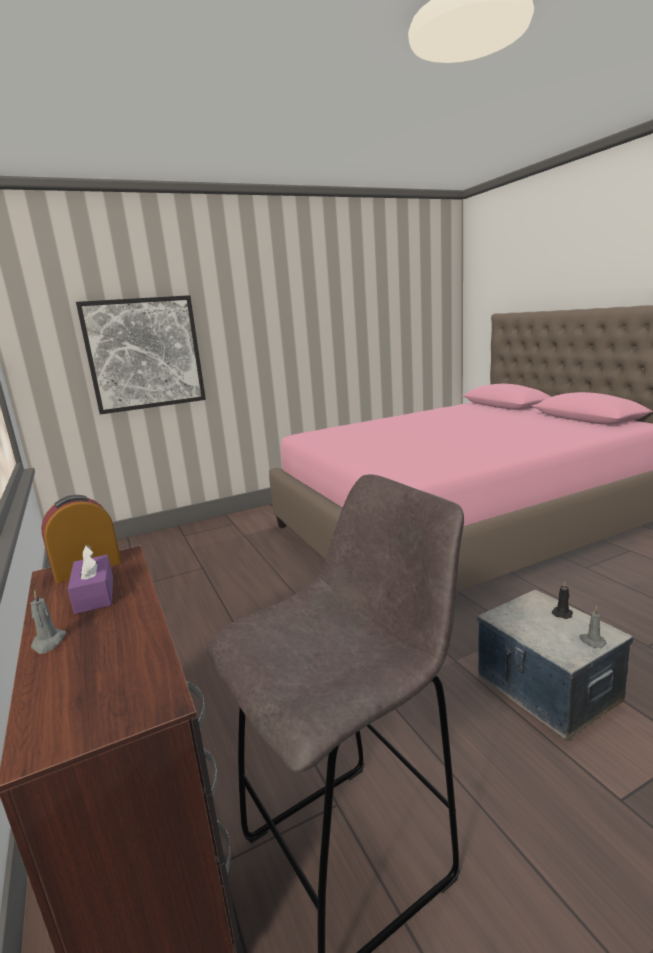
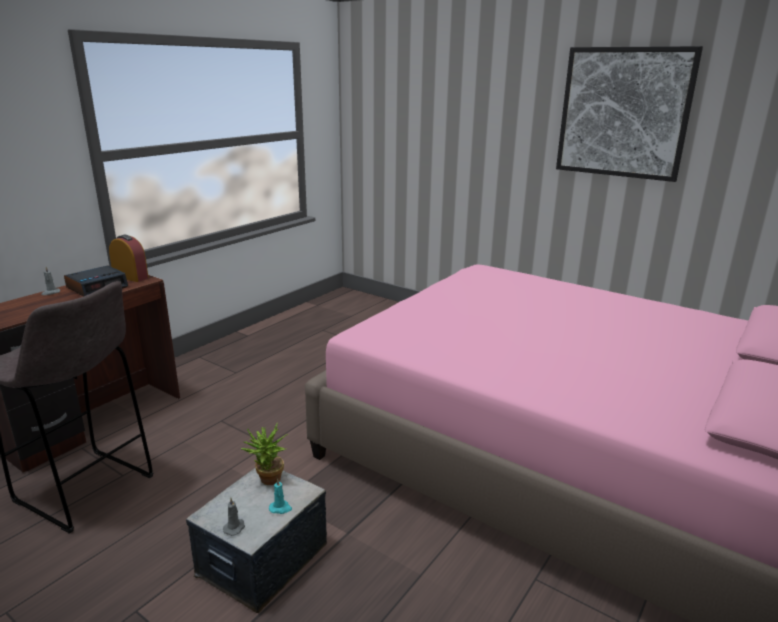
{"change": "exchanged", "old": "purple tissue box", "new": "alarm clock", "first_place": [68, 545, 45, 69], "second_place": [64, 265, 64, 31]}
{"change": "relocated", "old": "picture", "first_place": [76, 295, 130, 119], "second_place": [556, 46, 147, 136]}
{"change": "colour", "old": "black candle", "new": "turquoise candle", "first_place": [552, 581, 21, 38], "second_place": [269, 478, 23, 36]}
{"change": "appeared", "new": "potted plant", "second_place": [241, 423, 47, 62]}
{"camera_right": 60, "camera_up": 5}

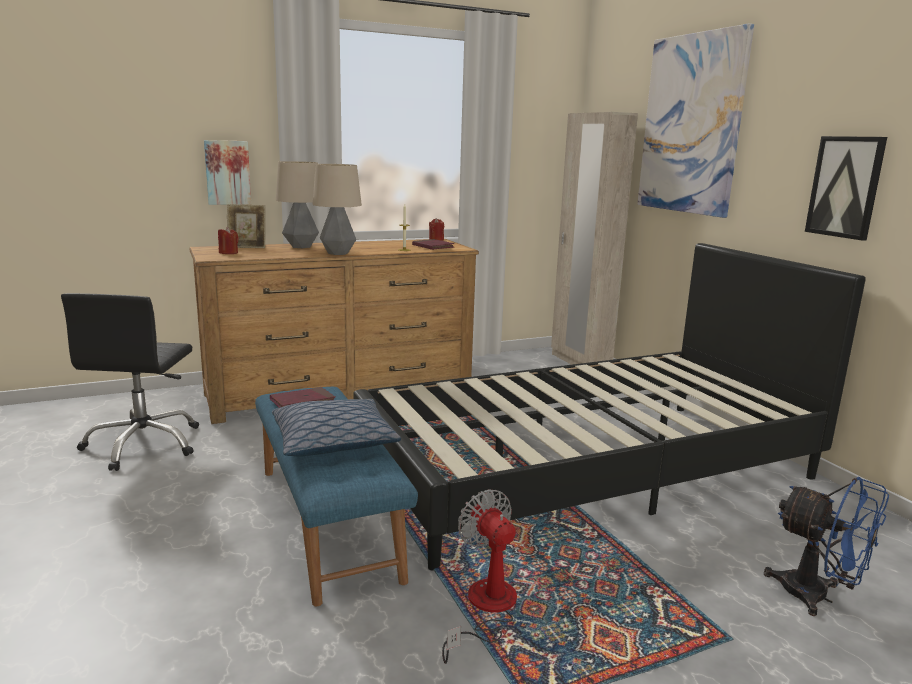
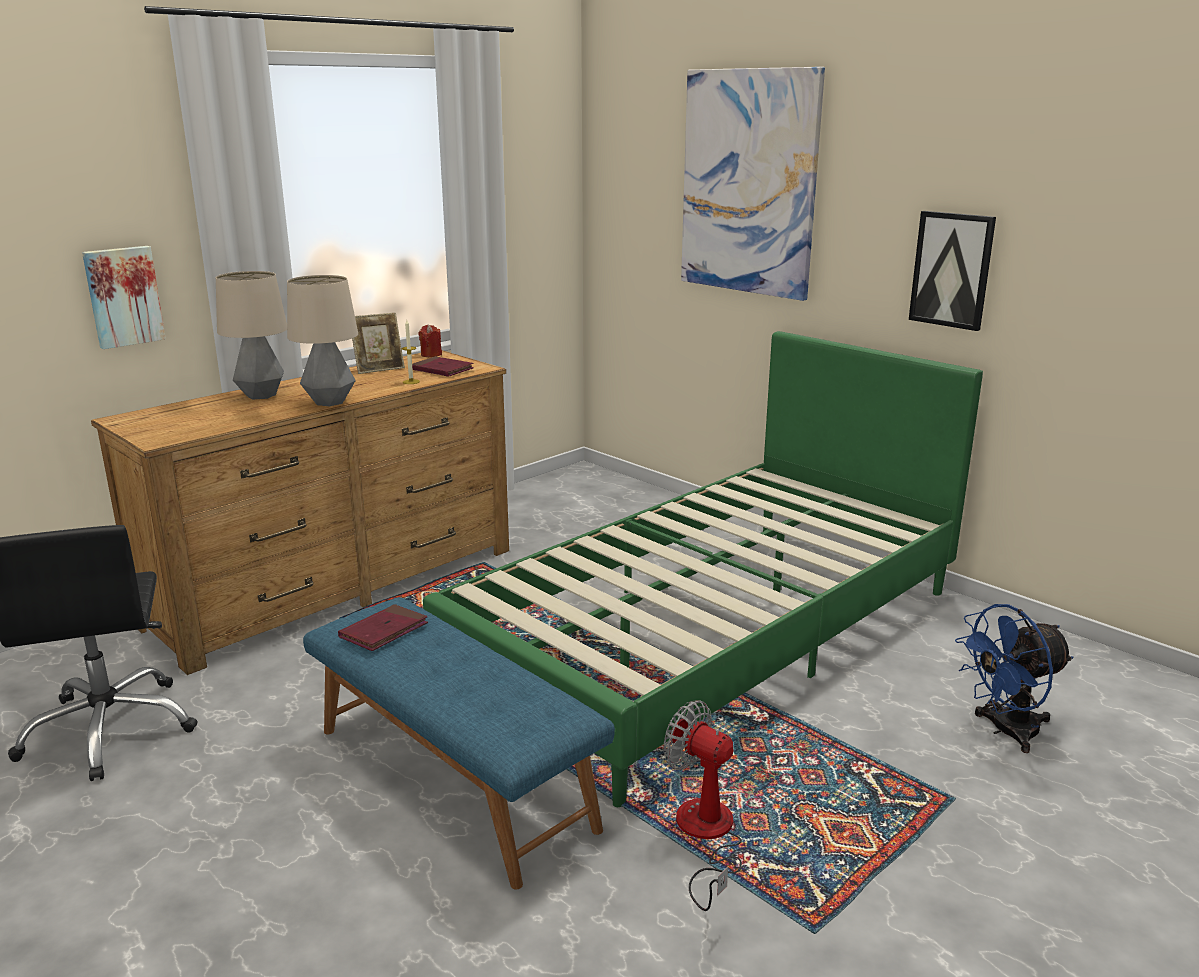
{"change": "missing", "old": "red candle", "first_place": [218, 227, 21, 27]}
{"change": "relocated", "old": "picture frame", "first_place": [227, 204, 38, 44], "second_place": [352, 313, 53, 61]}
{"change": "missing", "old": "pillow", "first_place": [272, 399, 129, 58]}
{"change": "colour", "old": "black bed", "new": "green bed", "first_place": [353, 243, 513, 327], "second_place": [423, 331, 560, 476]}
{"change": "missing", "old": "beige wardrobe", "first_place": [551, 112, 87, 253]}
{"change": "spun", "old": "blue fan", "first_place": [764, 477, 125, 139], "second_place": [955, 604, 119, 149], "degrees": 135}
{"camera_right": -20, "camera_up": 5}

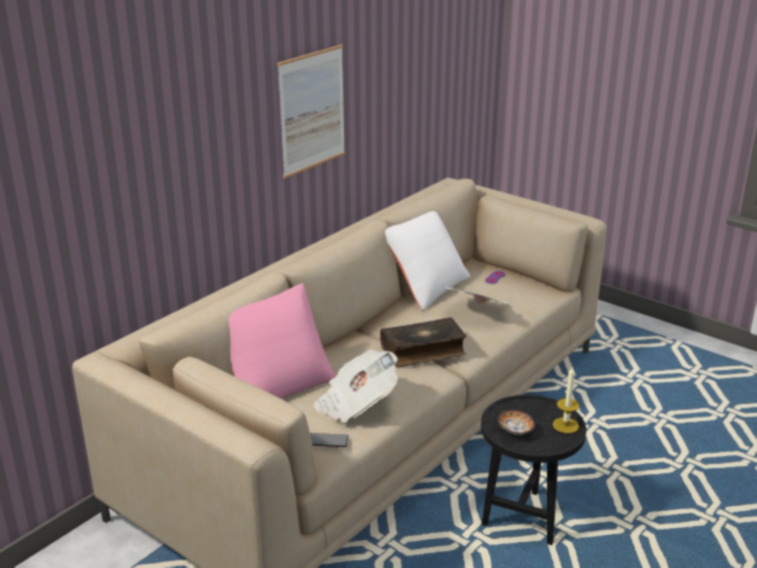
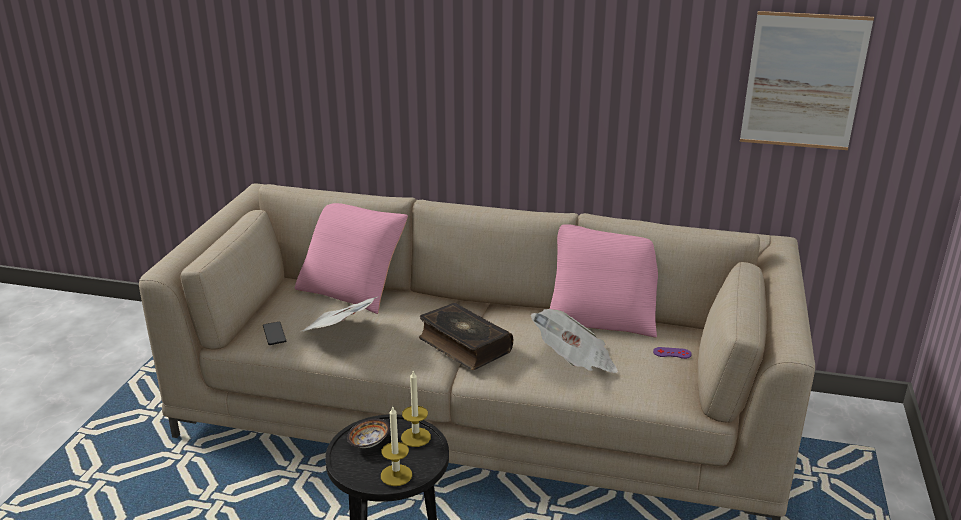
{"change": "relocated", "old": "picture", "first_place": [278, 45, 67, 134], "second_place": [740, 11, 134, 139]}
{"change": "colour", "old": "white pillow", "new": "pink pillow", "first_place": [385, 211, 86, 100], "second_place": [550, 224, 108, 113]}
{"change": "appeared", "new": "candle", "second_place": [401, 371, 30, 76]}
{"camera_right": 65, "camera_up": 0}

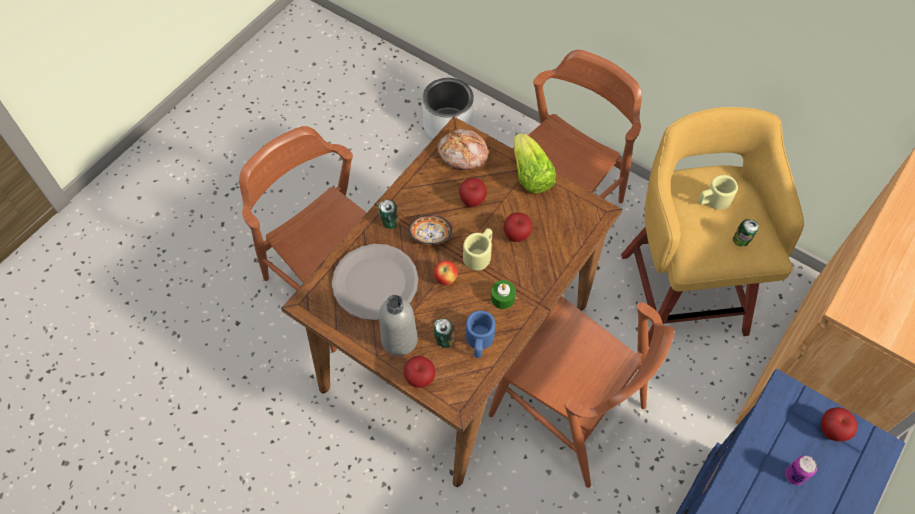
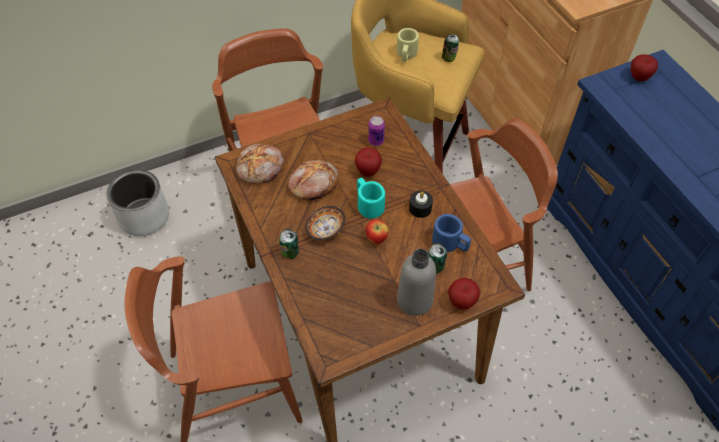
{"change": "missing", "old": "grey plate", "first_place": [332, 244, 86, 76]}
{"change": "exchanged", "old": "apple", "new": "bread", "first_place": [459, 178, 28, 30], "second_place": [287, 160, 51, 40]}
{"change": "colour", "old": "beige mug", "new": "turquoise mug", "first_place": [463, 228, 29, 43], "second_place": [357, 178, 28, 41]}
{"change": "colour", "old": "green candle", "new": "black candle", "first_place": [491, 280, 25, 29], "second_place": [409, 191, 24, 27]}
{"change": "missing", "old": "lettuce", "first_place": [513, 133, 43, 61]}
{"change": "relocated", "old": "can", "first_place": [785, 455, 32, 30], "second_place": [368, 116, 17, 30]}
{"camera_right": -60, "camera_up": -5}

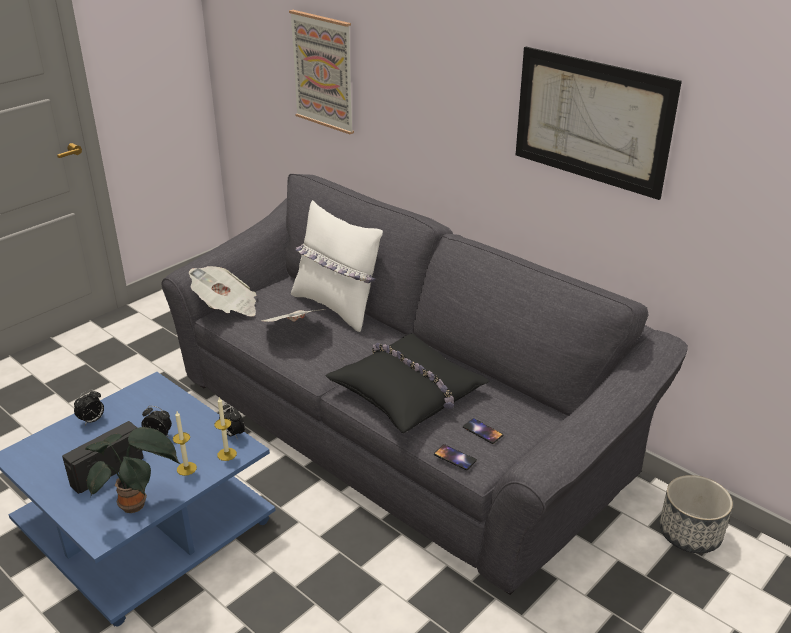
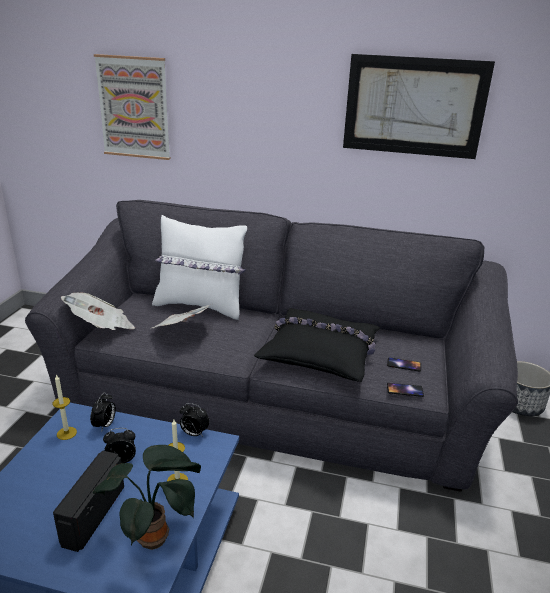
{"change": "relocated", "old": "alarm clock", "first_place": [74, 389, 30, 36], "second_place": [90, 392, 26, 38]}
{"change": "relocated", "old": "candle", "first_place": [214, 397, 23, 64], "second_place": [53, 374, 24, 66]}
{"camera_right": -30, "camera_up": -5}

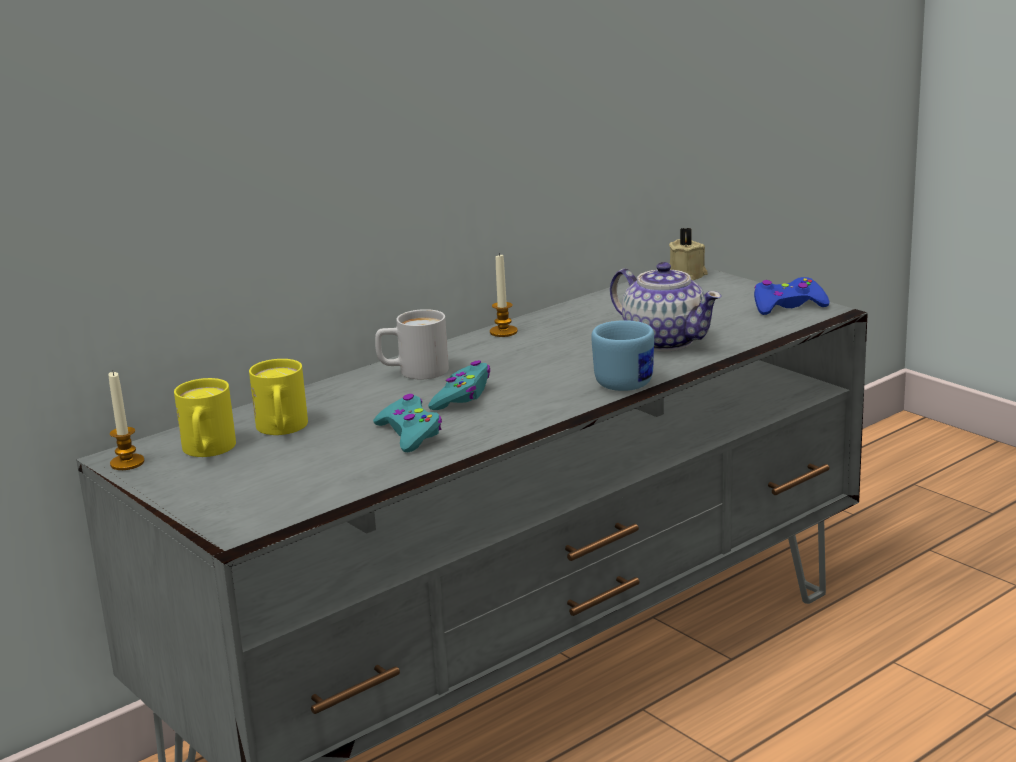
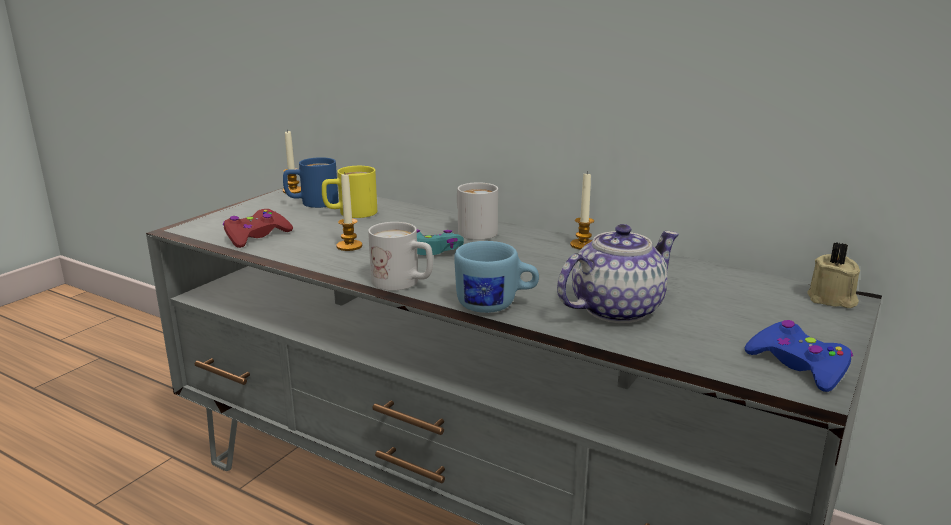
{"change": "colour", "old": "yellow mug", "new": "blue mug", "first_place": [174, 378, 62, 79], "second_place": [283, 157, 55, 51]}
{"change": "exchanged", "old": "turquoise game controller", "new": "candle", "first_place": [373, 394, 69, 58], "second_place": [336, 172, 26, 79]}
{"change": "spun", "old": "teapot", "first_place": [610, 262, 112, 90], "second_place": [557, 224, 122, 99], "degrees": -150}
{"change": "appeared", "new": "red game controller", "second_place": [223, 209, 70, 39]}
{"change": "appeared", "new": "white mug", "second_place": [368, 222, 65, 69]}
{"camera_right": 70, "camera_up": 0}

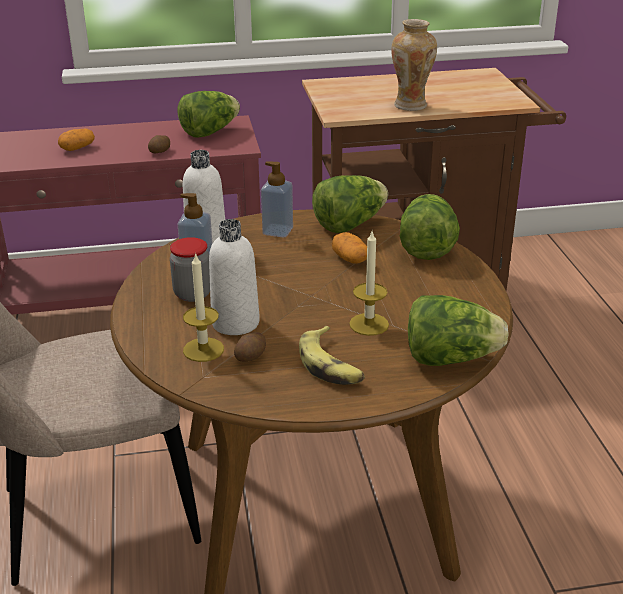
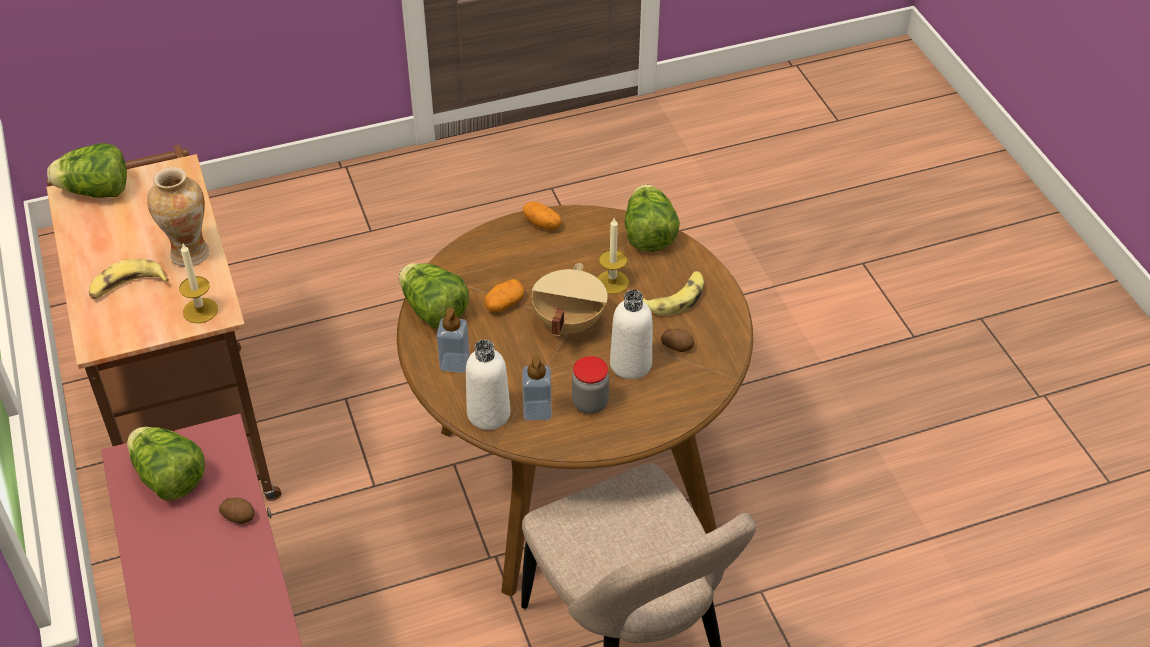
{"change": "relocated", "old": "potato", "first_place": [58, 129, 37, 22], "second_place": [523, 202, 39, 28]}
{"change": "relocated", "old": "candle", "first_place": [183, 252, 41, 110], "second_place": [179, 244, 39, 79]}
{"change": "relocated", "old": "lettuce", "first_place": [400, 194, 60, 66], "second_place": [47, 143, 80, 55]}
{"change": "appeared", "new": "banana", "second_place": [89, 259, 80, 40]}
{"change": "appeared", "new": "beige cooking pot", "second_place": [531, 263, 77, 73]}
{"camera_right": -100, "camera_up": 15}

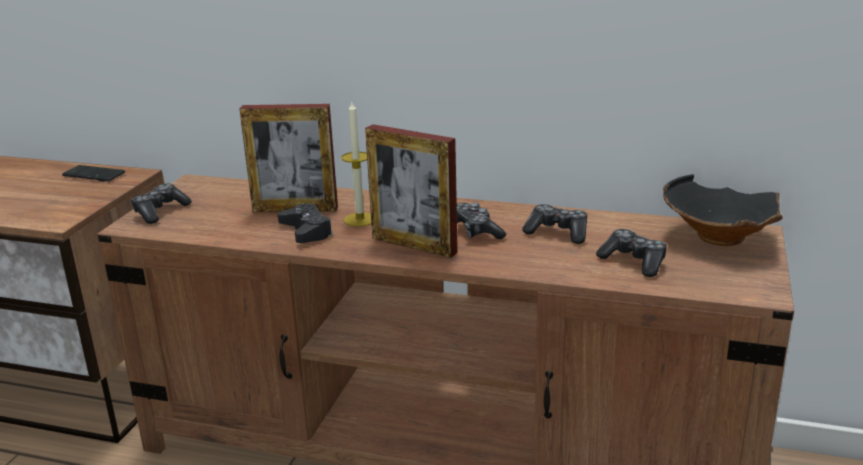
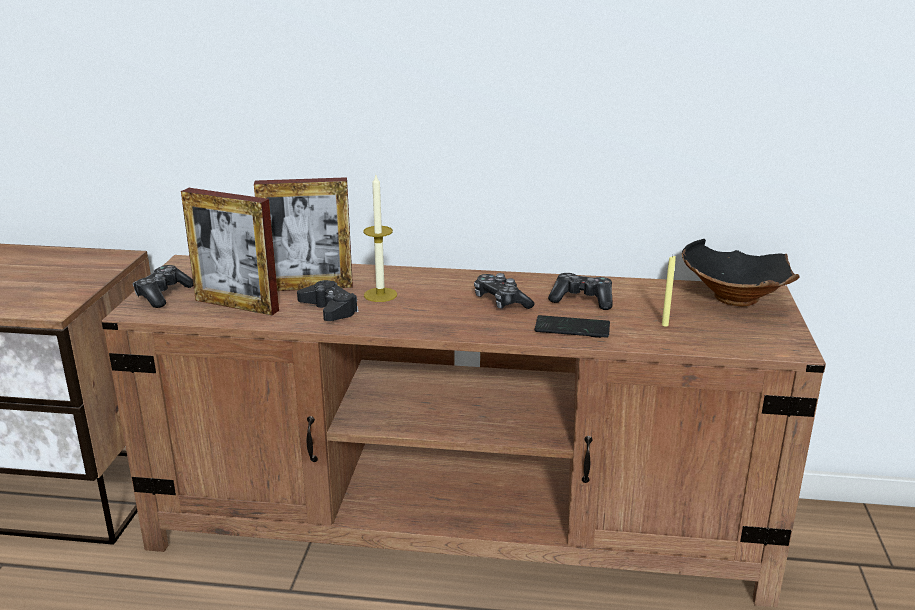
{"change": "relocated", "old": "phone", "first_place": [62, 165, 63, 17], "second_place": [535, 315, 75, 23]}
{"change": "relocated", "old": "picture frame", "first_place": [365, 124, 93, 134], "second_place": [181, 188, 98, 127]}
{"change": "exchanged", "old": "game controller", "new": "yellow candle", "first_place": [596, 229, 71, 48], "second_place": [662, 255, 14, 72]}
{"camera_right": -10, "camera_up": 0}

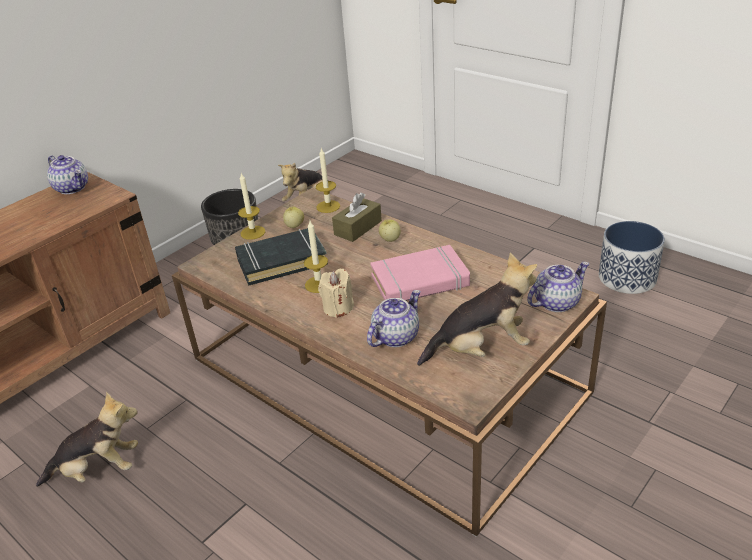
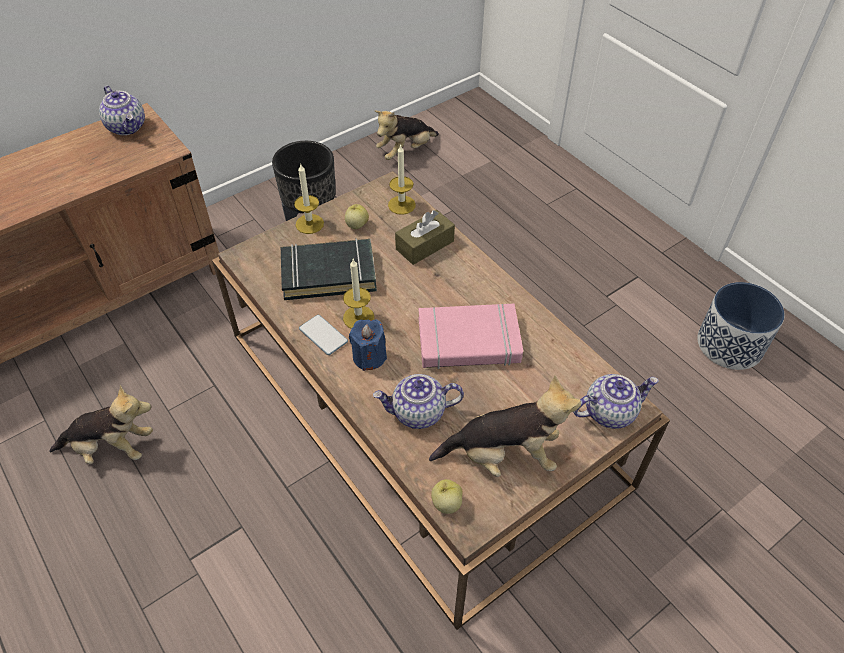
{"change": "colour", "old": "beige candle", "new": "blue candle", "first_place": [318, 268, 36, 50], "second_place": [349, 319, 38, 52]}
{"change": "spun", "old": "teapot", "first_place": [367, 290, 53, 57], "second_place": [373, 374, 91, 55], "degrees": -150}
{"change": "relocated", "old": "apple", "first_place": [379, 219, 22, 23], "second_place": [431, 479, 31, 35]}
{"change": "appeared", "new": "phone", "second_place": [299, 315, 49, 40]}
{"camera_right": 10, "camera_up": 15}

